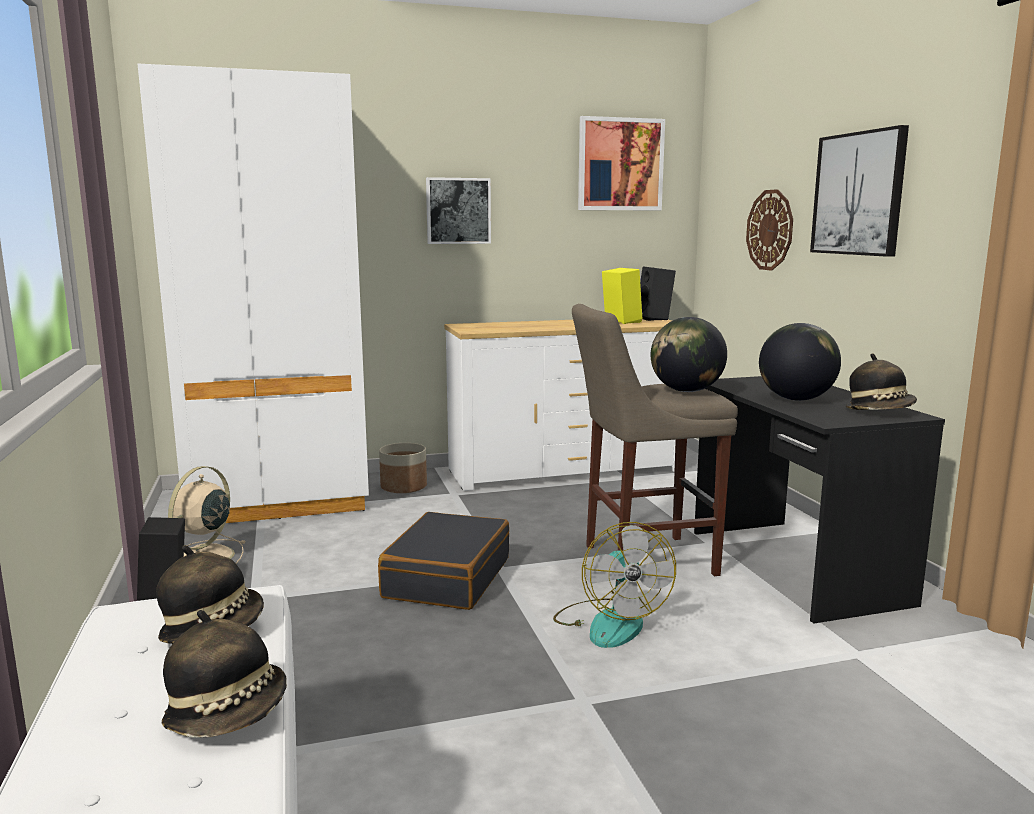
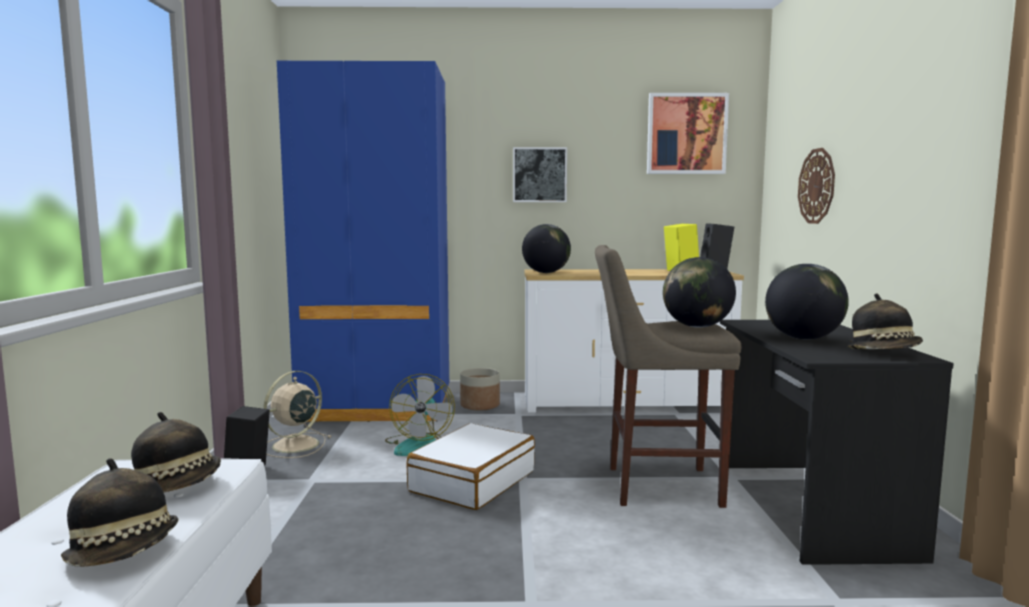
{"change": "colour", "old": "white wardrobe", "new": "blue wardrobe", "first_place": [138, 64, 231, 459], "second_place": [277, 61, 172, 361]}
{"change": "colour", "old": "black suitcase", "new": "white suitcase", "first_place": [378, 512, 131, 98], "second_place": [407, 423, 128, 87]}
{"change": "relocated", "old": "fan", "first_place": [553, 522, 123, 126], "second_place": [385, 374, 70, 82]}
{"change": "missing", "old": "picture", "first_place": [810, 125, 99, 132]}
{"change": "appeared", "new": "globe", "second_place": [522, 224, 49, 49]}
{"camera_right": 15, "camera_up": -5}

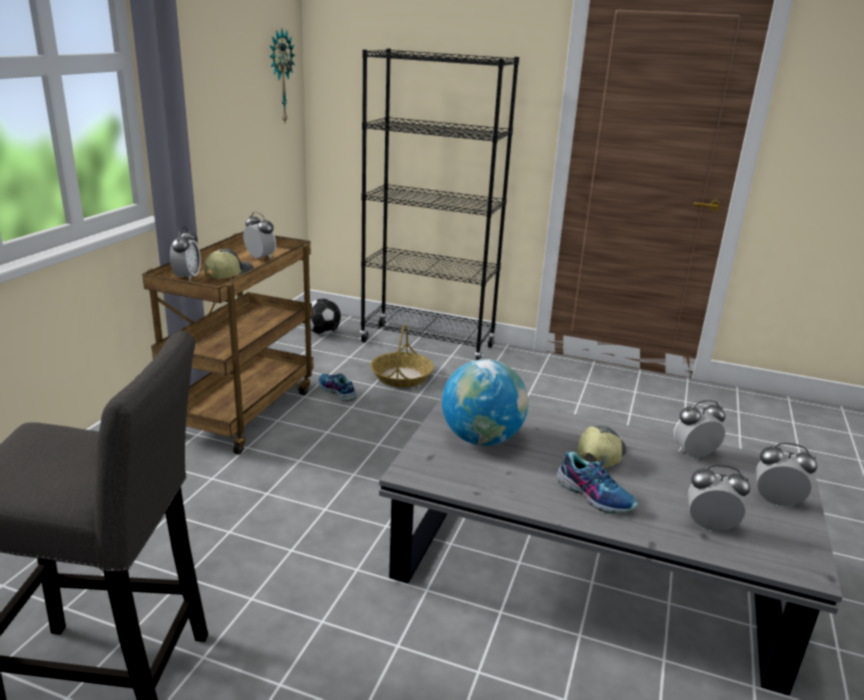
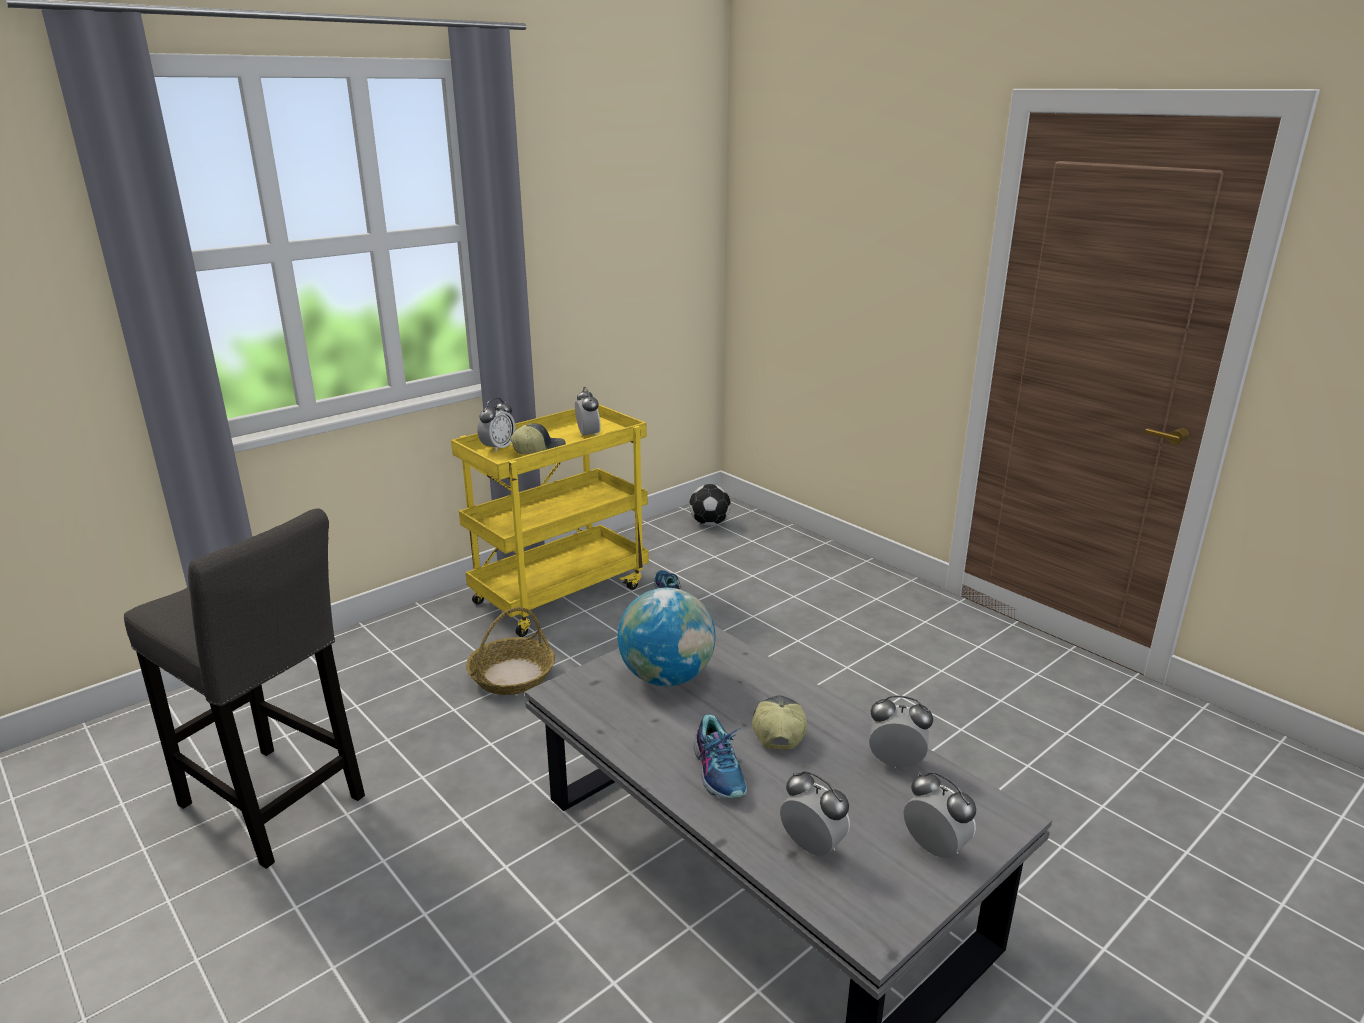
{"change": "colour", "old": "brown cart", "new": "yellow cart", "first_place": [142, 231, 172, 224], "second_place": [451, 404, 198, 233]}
{"change": "missing", "old": "wall clock", "first_place": [269, 29, 26, 93]}
{"change": "missing", "old": "black bookcase", "first_place": [360, 48, 159, 312]}
{"change": "relocated", "old": "basket", "first_place": [370, 325, 64, 63], "second_place": [466, 607, 89, 88]}
{"change": "spun", "old": "cap", "first_place": [577, 426, 49, 42], "second_place": [752, 695, 55, 55], "degrees": -60}
{"camera_right": 30, "camera_up": 0}

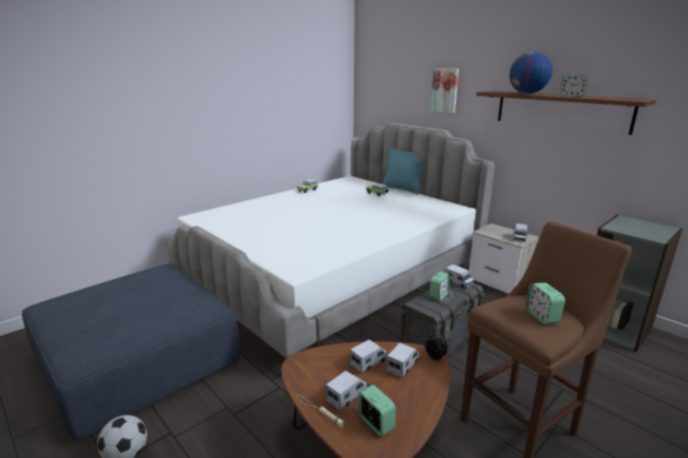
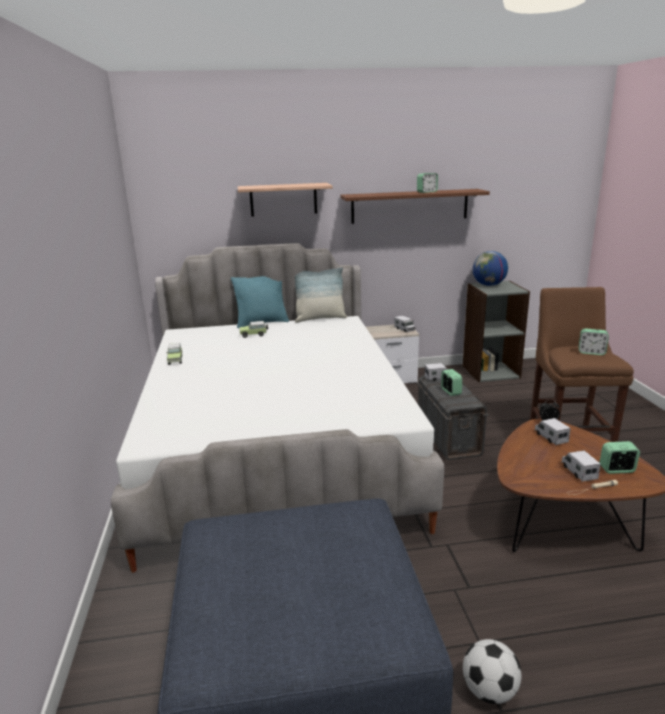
{"change": "missing", "old": "toy truck", "first_place": [350, 339, 38, 34]}
{"change": "exchanged", "old": "picture", "new": "shelf", "first_place": [430, 68, 29, 45], "second_place": [238, 183, 95, 34]}
{"change": "relocated", "old": "globe", "first_place": [509, 52, 43, 42], "second_place": [472, 251, 36, 35]}
{"change": "appeared", "new": "pillow", "second_place": [295, 267, 52, 56]}
{"camera_right": -55, "camera_up": 0}

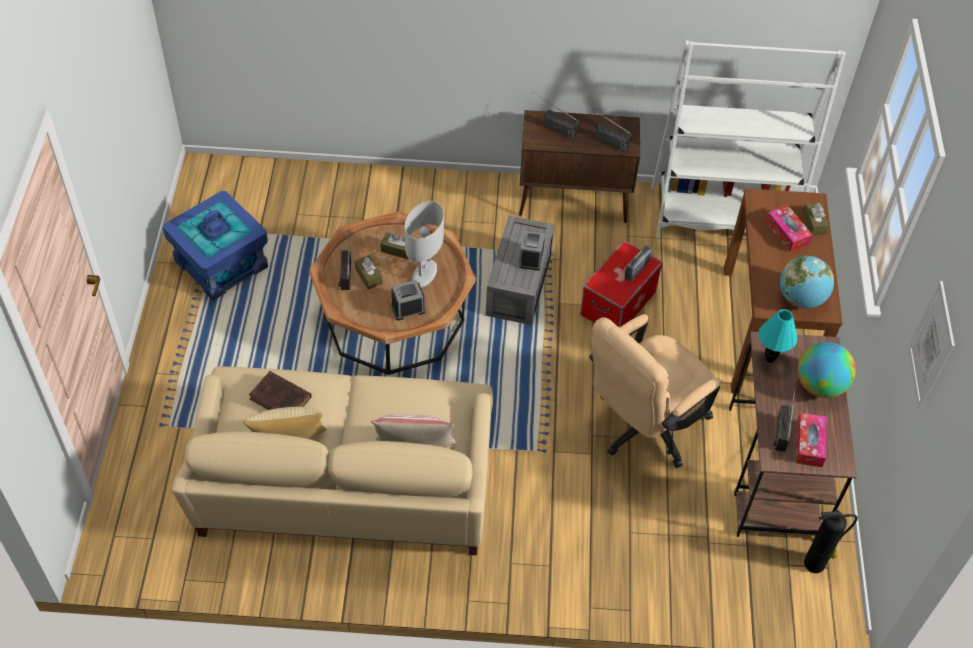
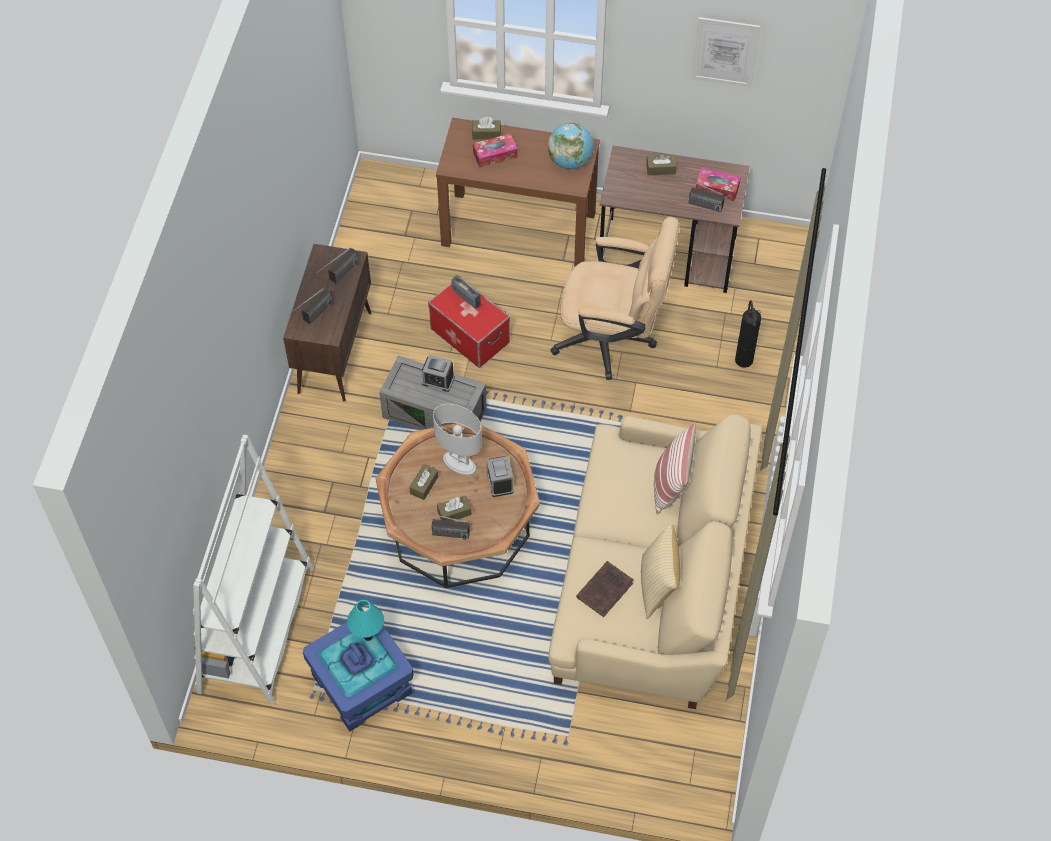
{"change": "spun", "old": "beige office chair", "first_place": [589, 314, 132, 154], "second_place": [550, 217, 130, 163], "degrees": -45}
{"change": "relocated", "old": "white bookcase", "first_place": [652, 41, 194, 197], "second_place": [193, 435, 120, 269]}
{"change": "relocated", "old": "turquoise table lamp", "first_place": [758, 309, 40, 54], "second_place": [347, 600, 37, 41]}
{"change": "exchanged", "old": "globe", "new": "brown tissue box", "first_place": [798, 342, 58, 56], "second_place": [646, 154, 31, 21]}
{"change": "relocated", "old": "fire extinguisher", "first_place": [804, 510, 54, 63], "second_place": [735, 300, 26, 68]}
{"camera_right": -80, "camera_up": 5}

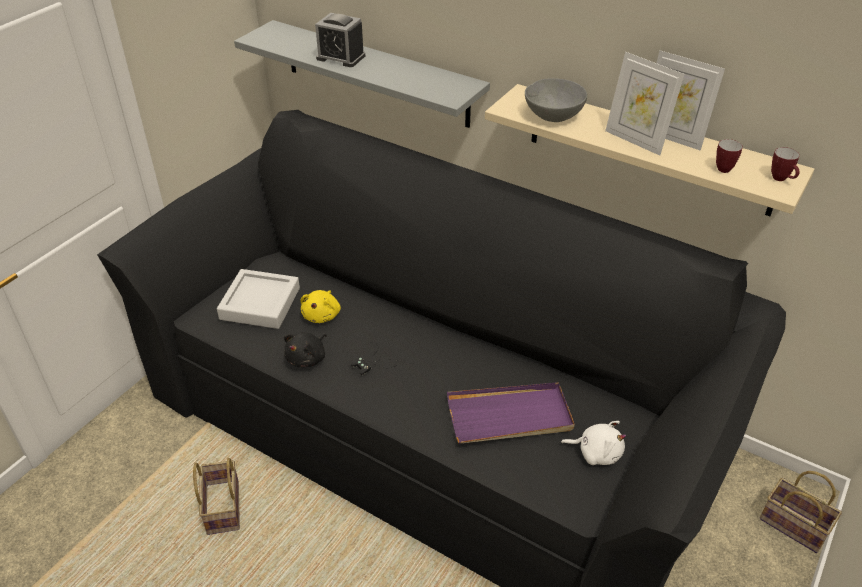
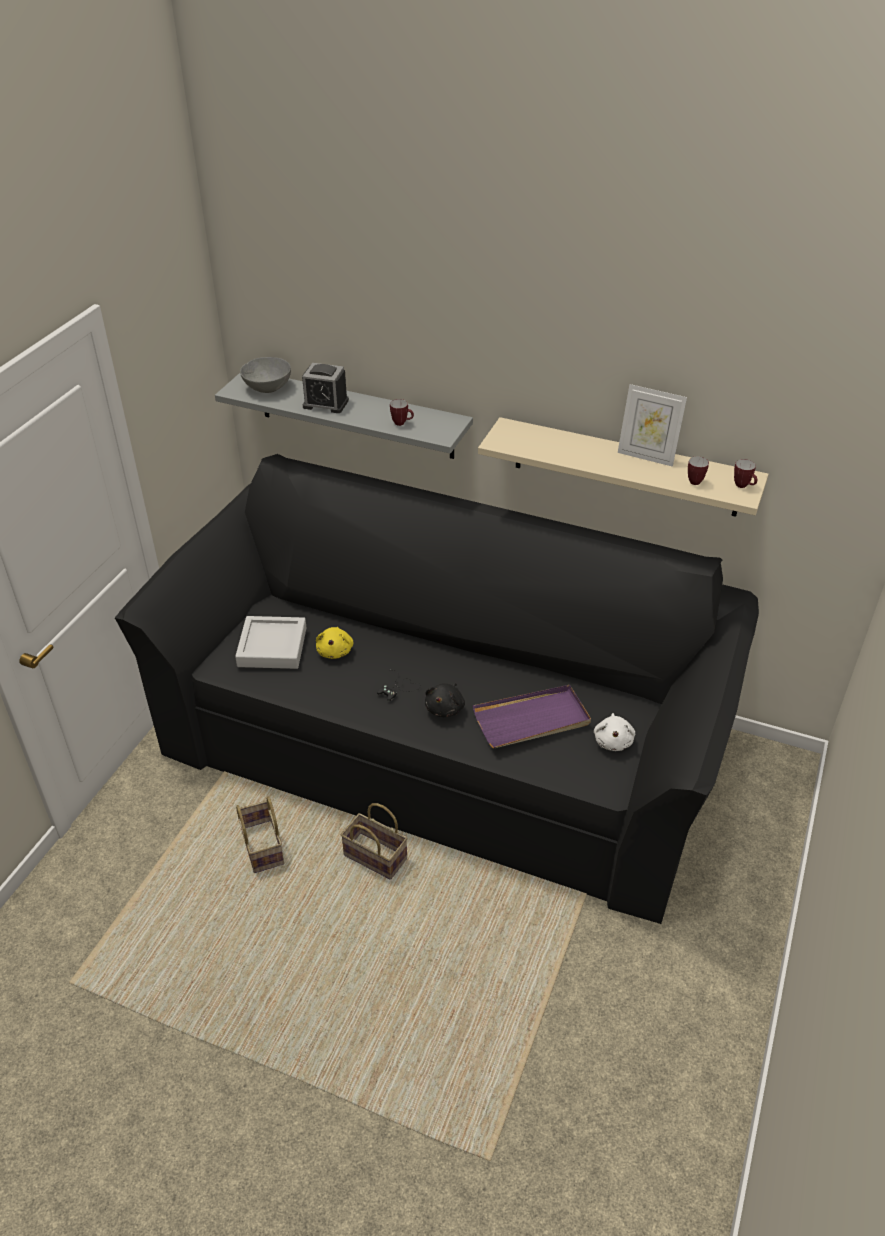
{"change": "relocated", "old": "black plush toy", "first_place": [284, 332, 43, 35], "second_place": [425, 683, 40, 34]}
{"change": "relocated", "old": "grey bowl", "first_place": [525, 78, 62, 44], "second_place": [240, 357, 51, 36]}
{"change": "spun", "old": "white plush toy", "first_place": [561, 421, 65, 44], "second_place": [594, 713, 41, 38], "degrees": 90}
{"change": "missing", "old": "picture frame", "first_place": [605, 52, 80, 103]}
{"change": "relocated", "old": "basket", "first_place": [760, 471, 82, 82], "second_place": [341, 803, 67, 77]}
{"change": "appeared", "new": "mug", "second_place": [390, 399, 24, 27]}
{"camera_right": -10, "camera_up": 0}

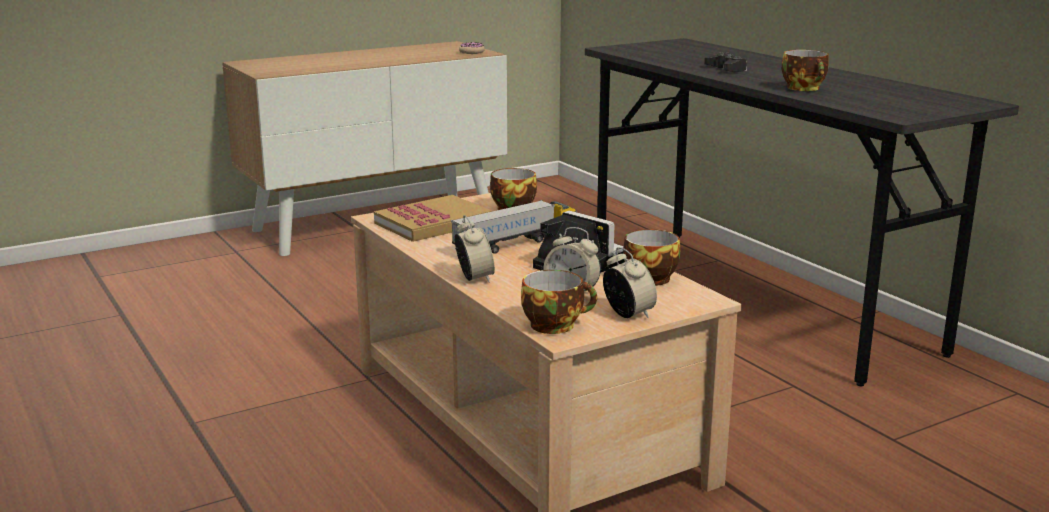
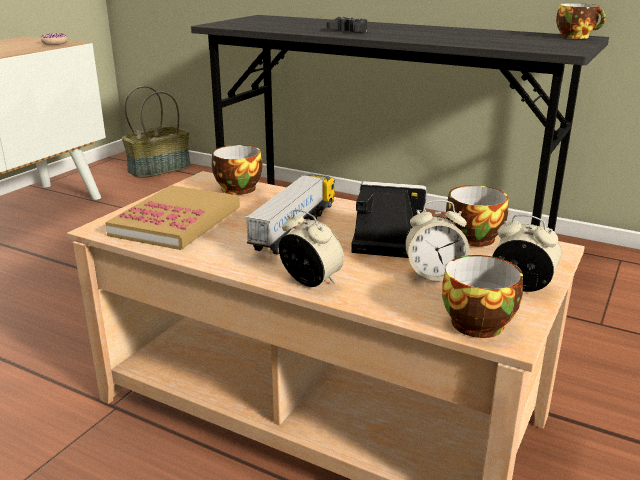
{"change": "relocated", "old": "cup", "first_place": [782, 50, 47, 41], "second_place": [556, 3, 50, 36]}
{"change": "appeared", "new": "basket", "second_place": [122, 86, 69, 92]}
{"camera_right": -30, "camera_up": 5}

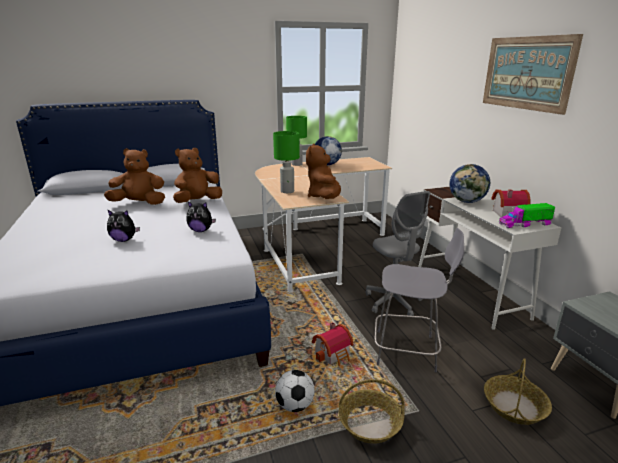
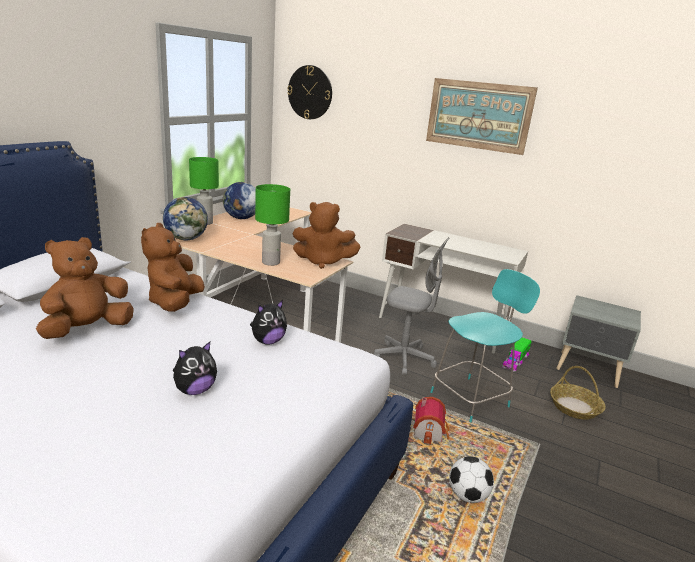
{"change": "spun", "old": "brown plush toy", "first_place": [306, 144, 35, 55], "second_place": [293, 202, 67, 67], "degrees": -45}
{"change": "missing", "old": "basket", "first_place": [338, 379, 67, 65]}
{"change": "colour", "old": "grey chair", "new": "turquoise chair", "first_place": [375, 228, 90, 144], "second_place": [430, 269, 110, 154]}
{"change": "relocated", "old": "globe", "first_place": [449, 164, 41, 39], "second_place": [163, 197, 45, 43]}
{"change": "missing", "old": "toy house", "first_place": [491, 189, 40, 28]}
{"change": "relocated", "old": "toy truck", "first_place": [499, 203, 56, 25], "second_place": [502, 337, 30, 35]}
{"change": "appeared", "new": "wall clock", "second_place": [287, 65, 45, 54]}
{"camera_right": -45, "camera_up": 0}

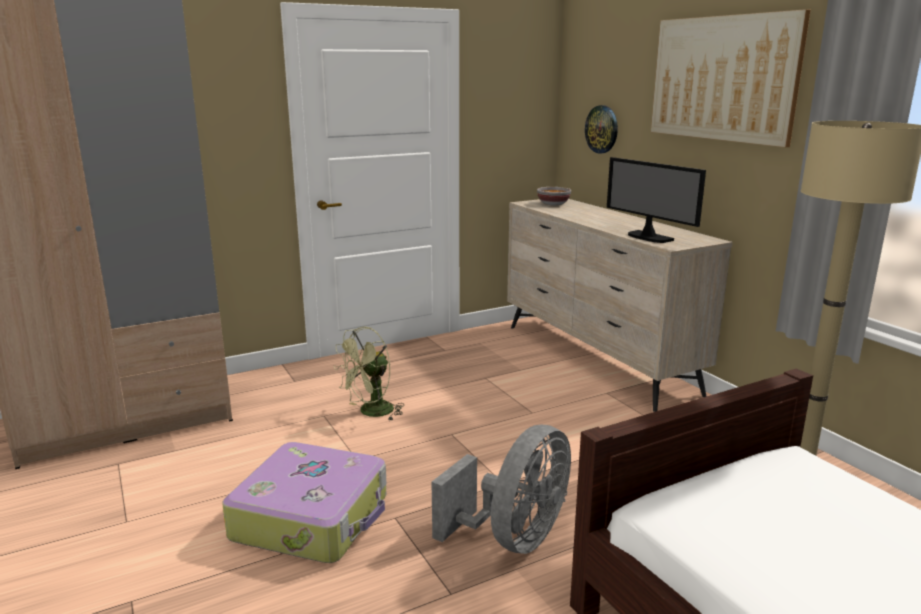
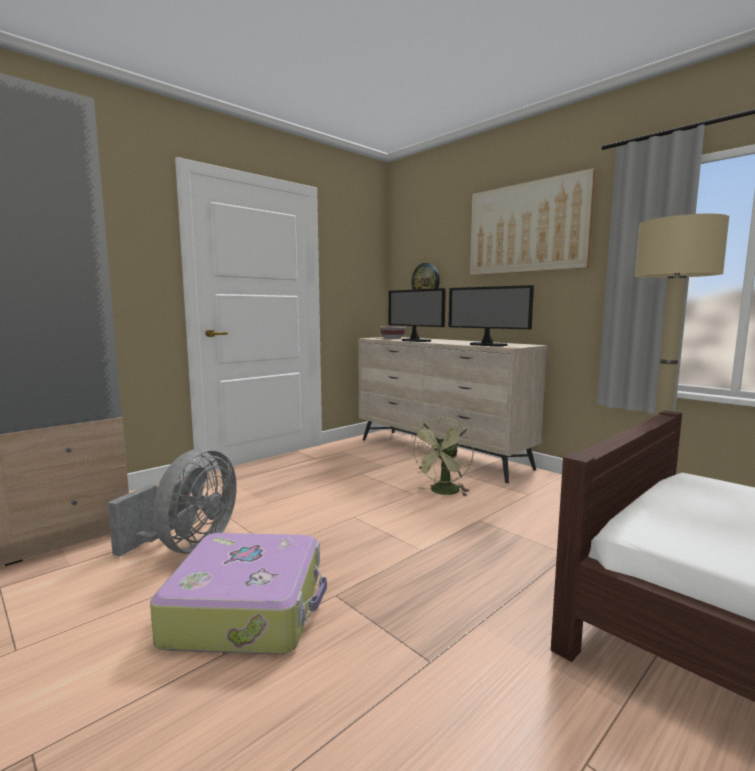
{"change": "relocated", "old": "green fan", "first_place": [334, 326, 70, 95], "second_place": [409, 417, 65, 79]}
{"change": "relocated", "old": "grey fan", "first_place": [432, 425, 139, 129], "second_place": [108, 448, 129, 109]}
{"change": "appeared", "new": "monitor", "second_place": [389, 288, 57, 54]}
{"camera_right": -15, "camera_up": -10}

